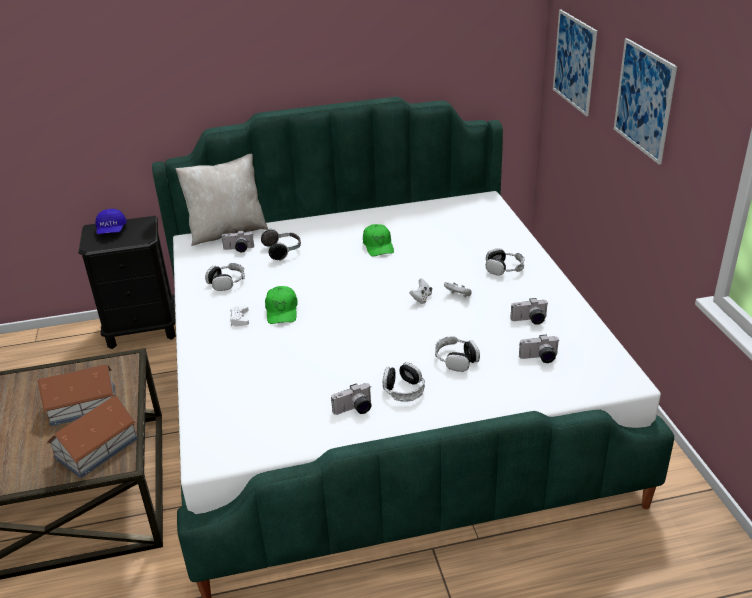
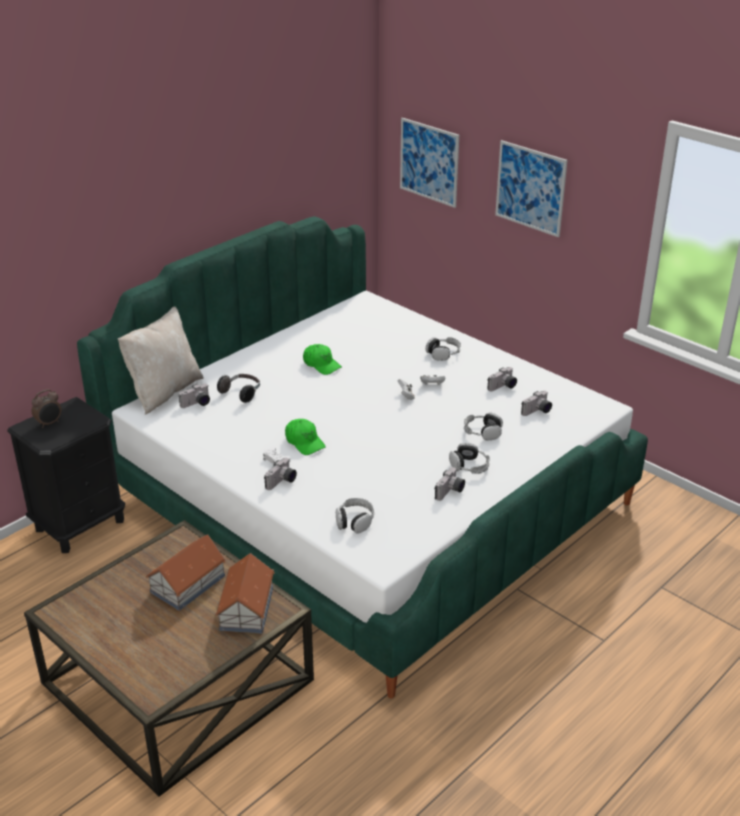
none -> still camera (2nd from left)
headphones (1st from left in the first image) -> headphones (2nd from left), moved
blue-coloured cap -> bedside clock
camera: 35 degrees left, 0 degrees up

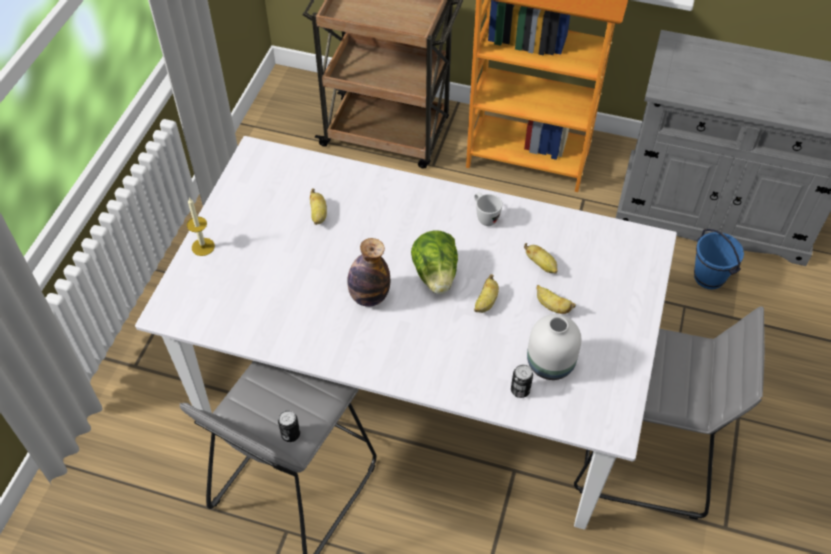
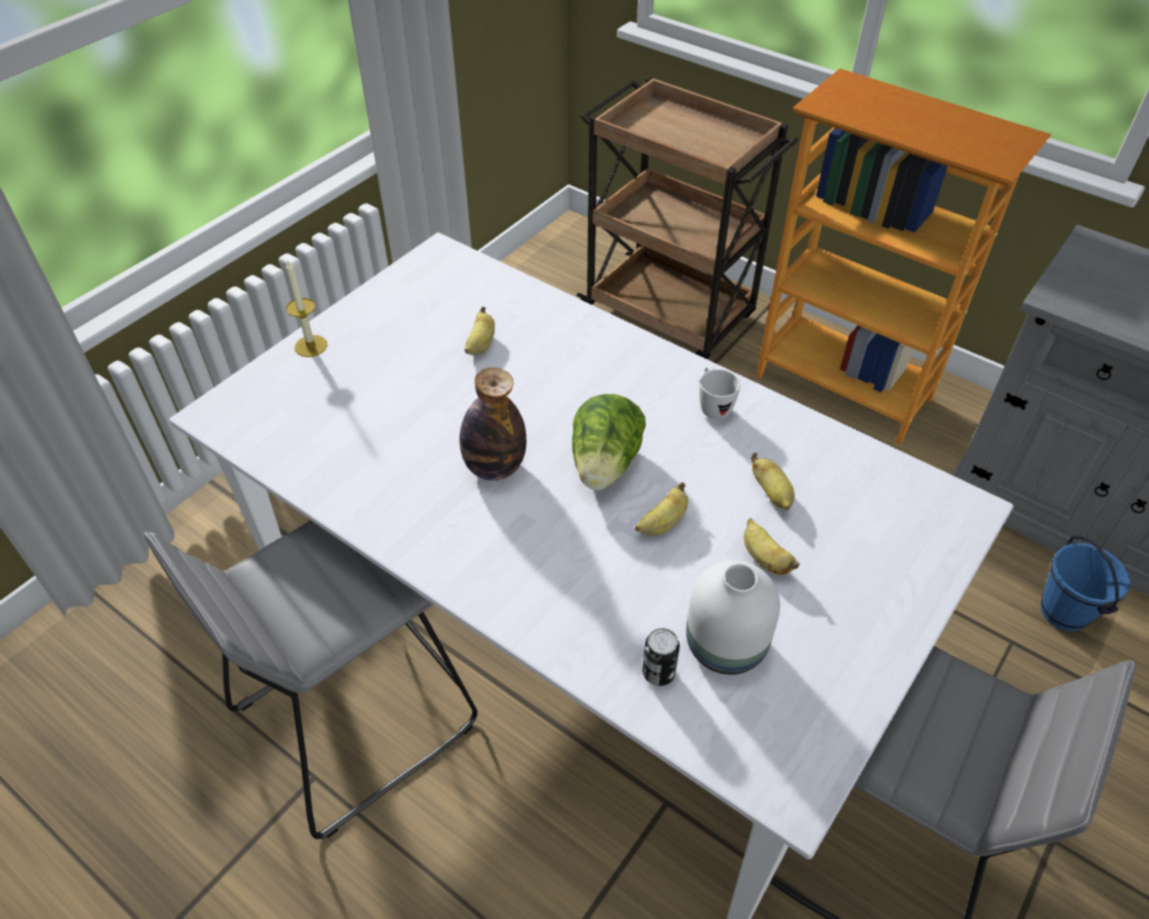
metal can (1st from left) -> none
camera: 20 degrees right, 5 degrees down

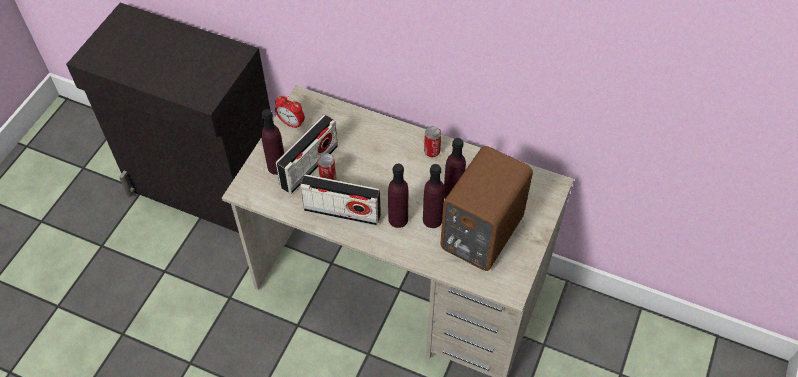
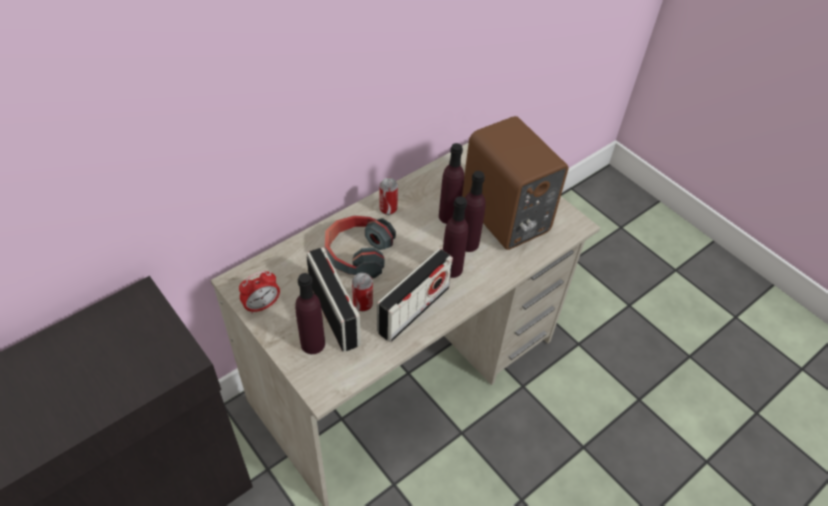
none -> headphones
camera: 65 degrees left, 5 degrees down

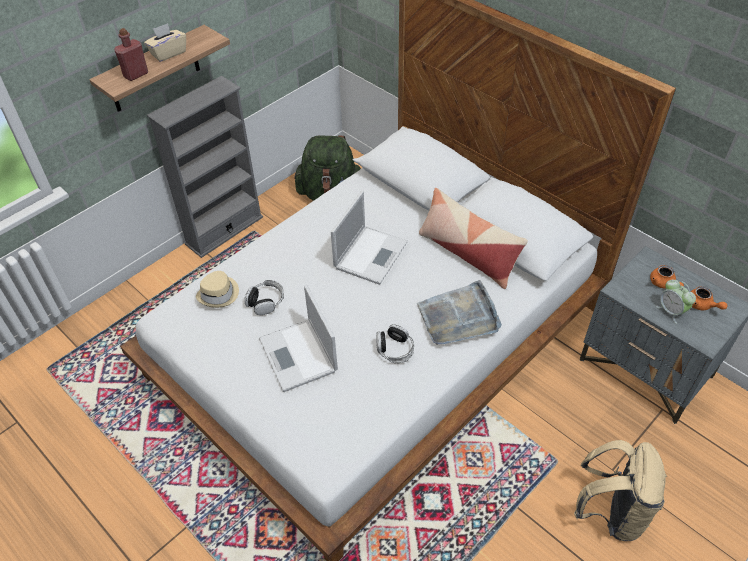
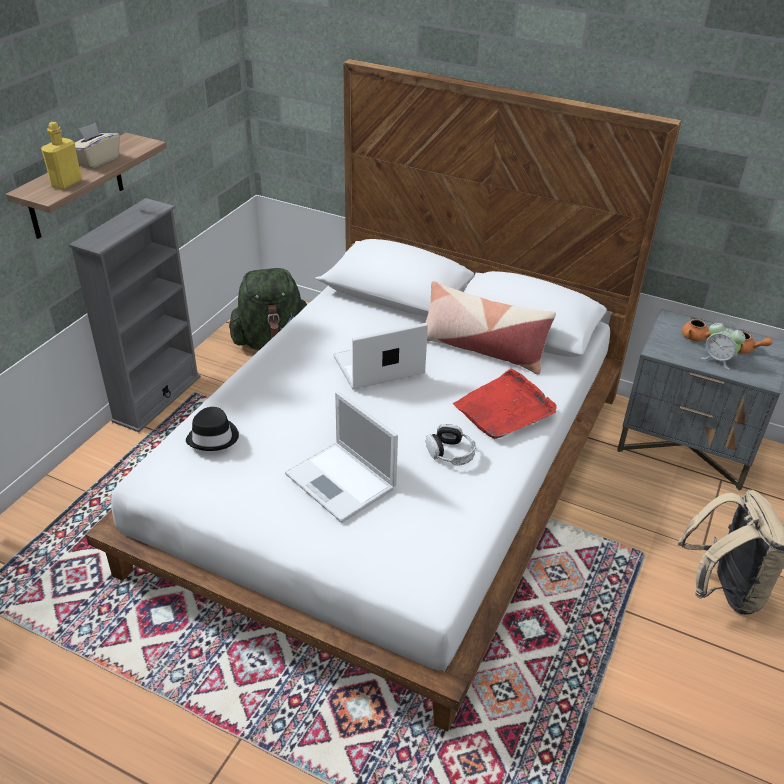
headphones (1st from left) -> none
red drink bottle -> yellow drink bottle
beige hat -> black-coloured hat
grey serving tray -> red serving tray
notebook computer (2nd from left), 120 degrees counterclockwise
camera: 20 degrees left, 10 degrees down

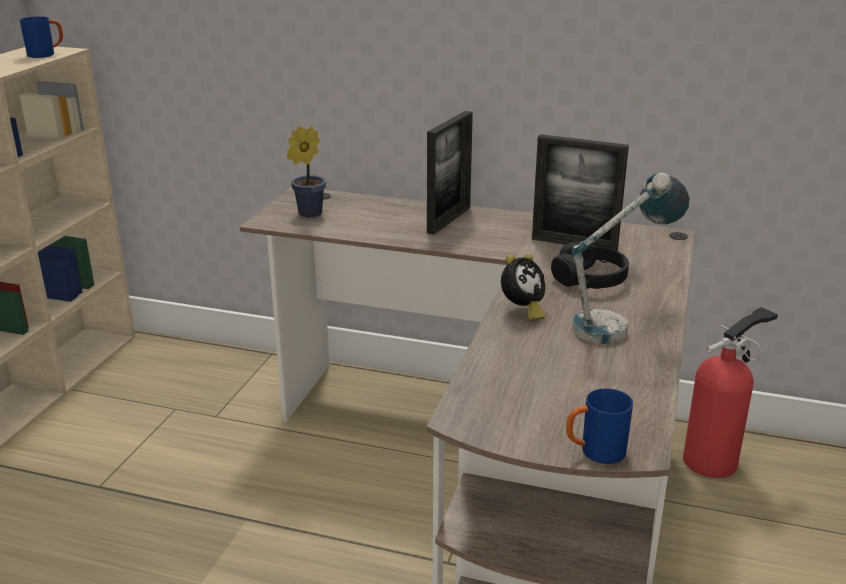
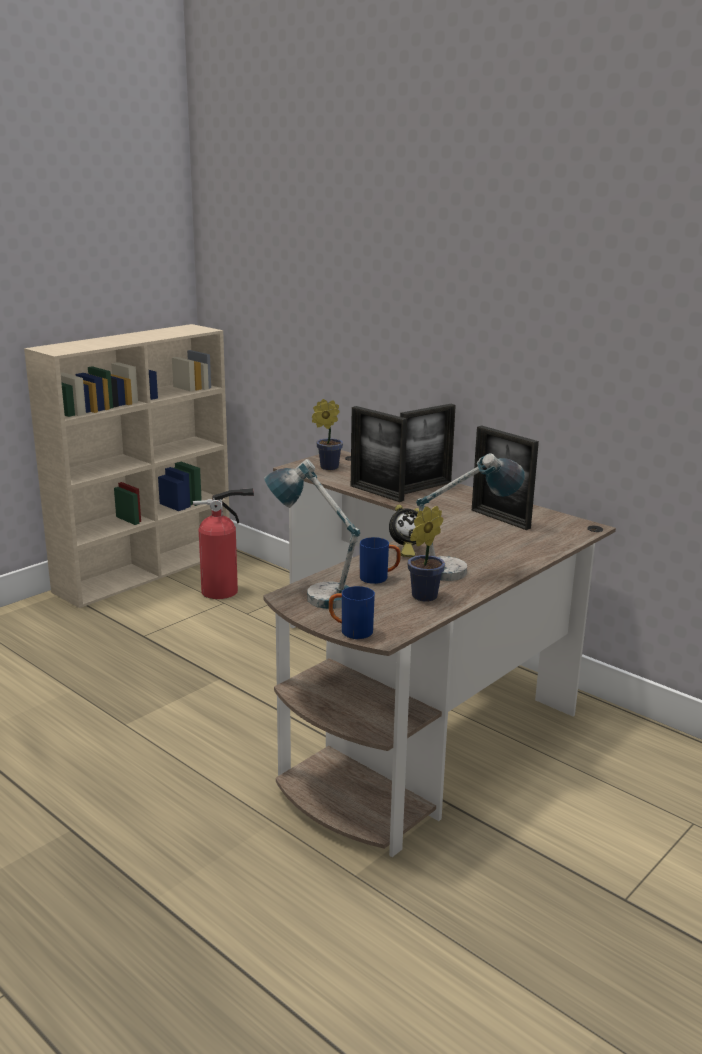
black-coloured headphones -> none
none -> lamp for a table (1st from left)
none -> standing frame (1st from left)
none -> potted plant (2nd from left)
blue-coloured mug (1st from left in the first image) -> blue-coloured mug (2nd from left), moved
fire-fighting cylinder, moved
camera: 25 degrees right, 5 degrees down

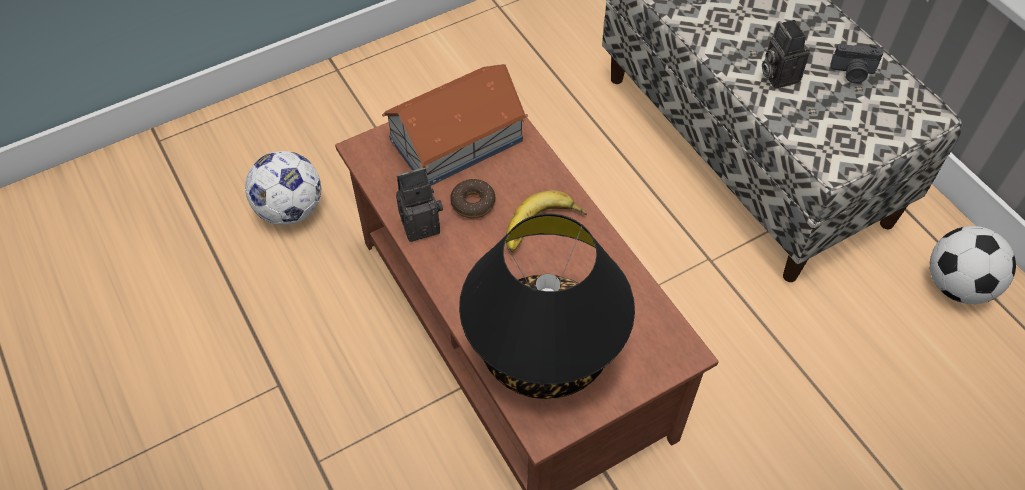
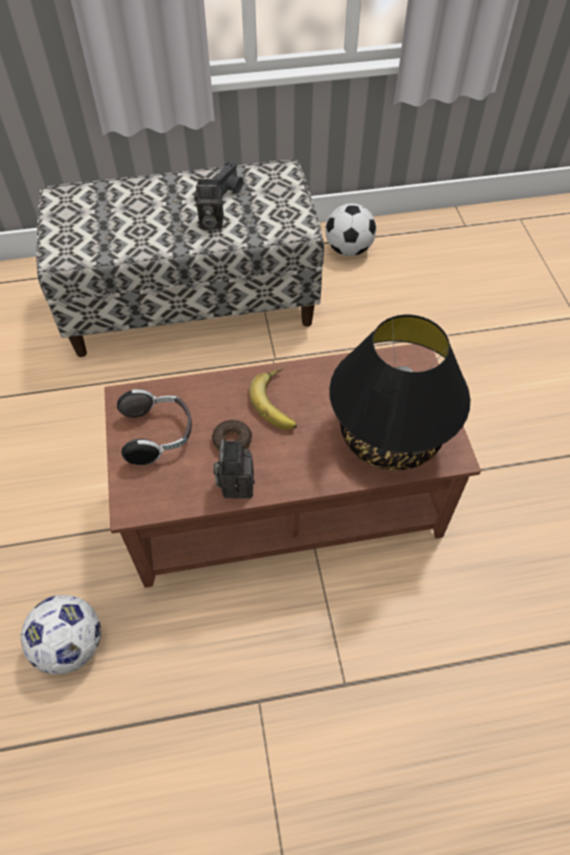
miniature house -> headphones
camera: 70 degrees left, 0 degrees up

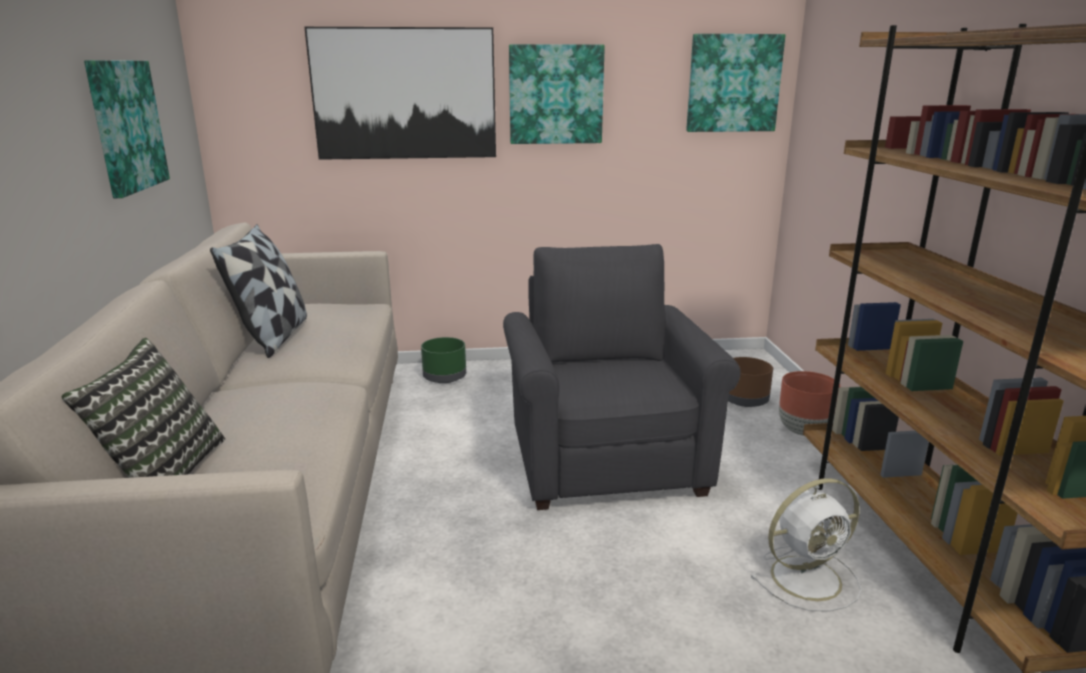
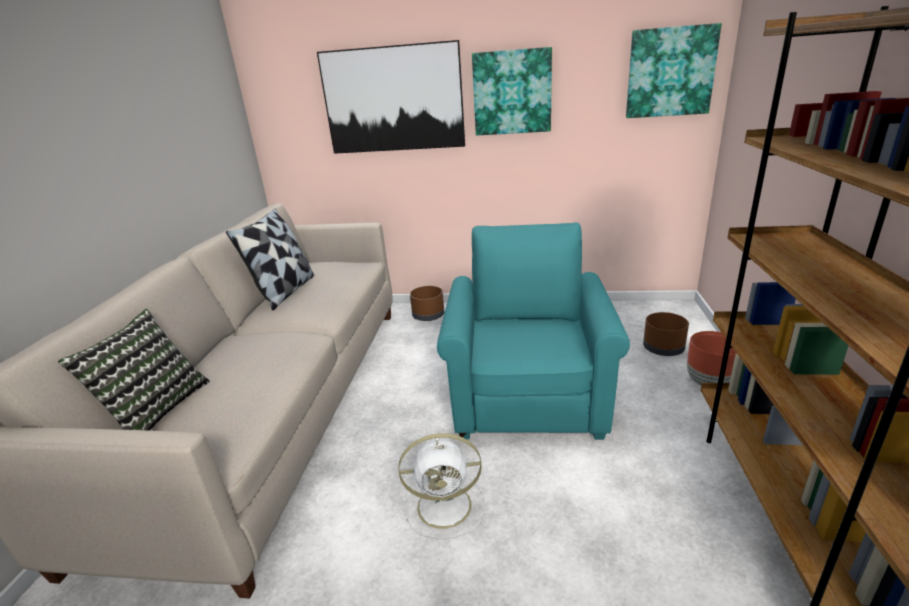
wall picture (1st from left) -> none
white cooling fan, moved
greenish plant pot -> brown-coloured plant pot (1st from left)
grey armchair -> turquoise-coloured armchair
camera: 15 degrees right, 5 degrees up

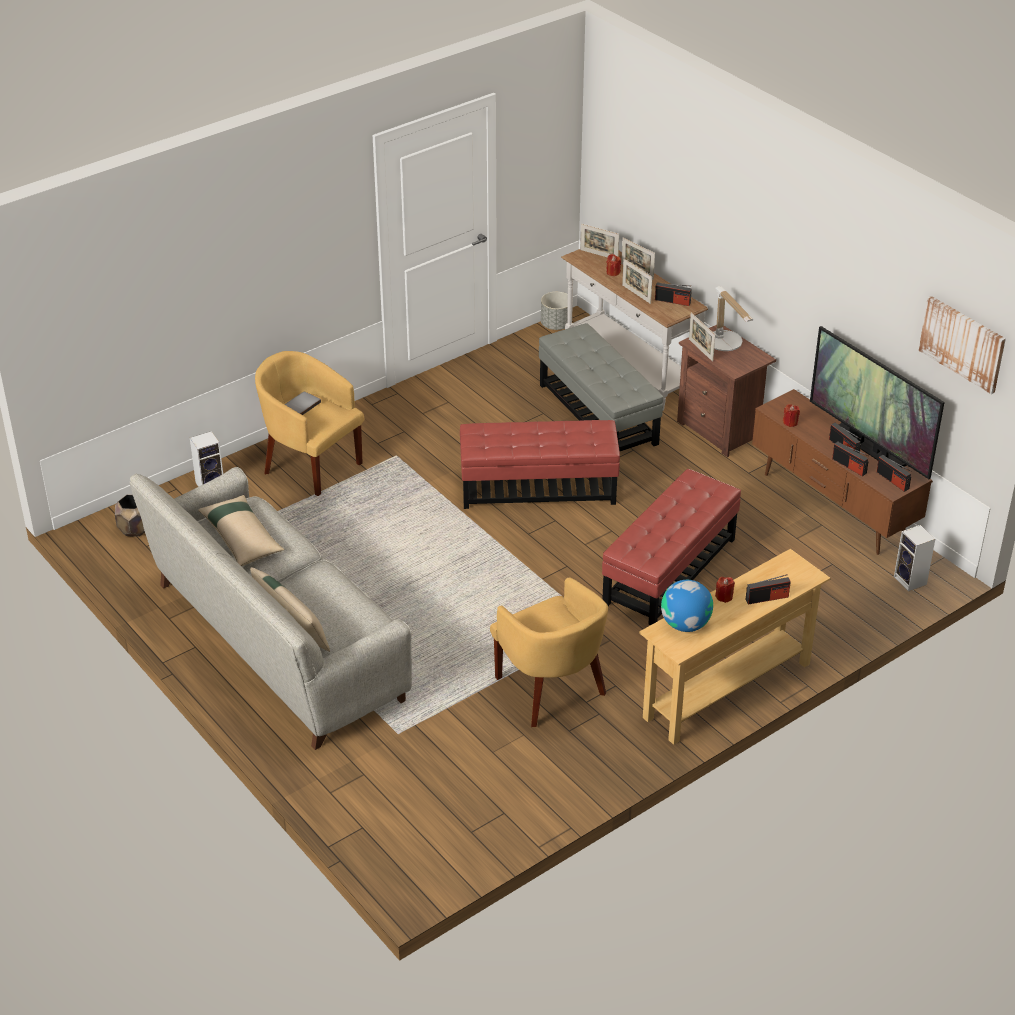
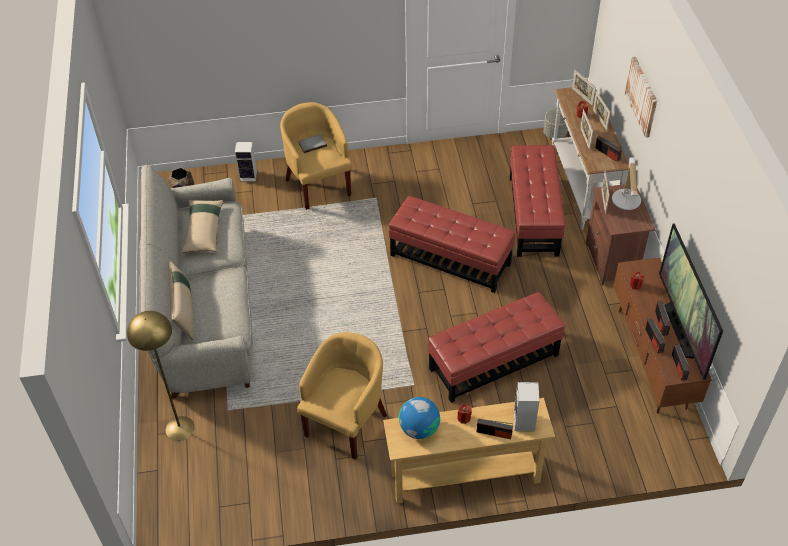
none -> yellow standard lamp
speaker (2nd from left), moved
wall picture, moved
grey footrest -> red footrest (3rd from left)
yellow armchair (2nd from left), 150 degrees counterclockwise
camera: 30 degrees right, 10 degrees up

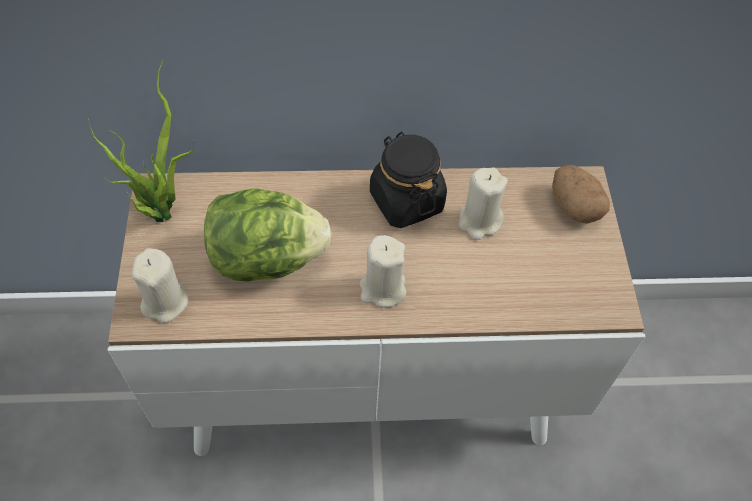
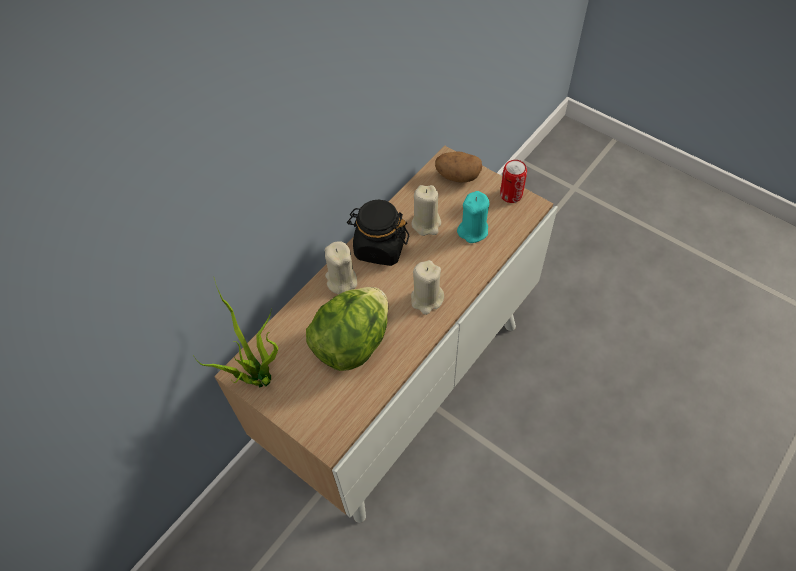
none -> turquoise-coloured wax candle
none -> metal can
beige wax candle (1st from left), moved
camera: 45 degrees left, 0 degrees up

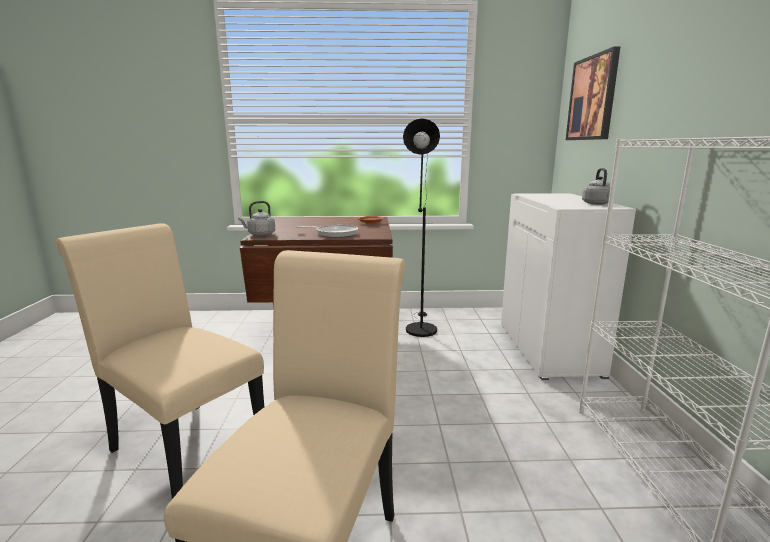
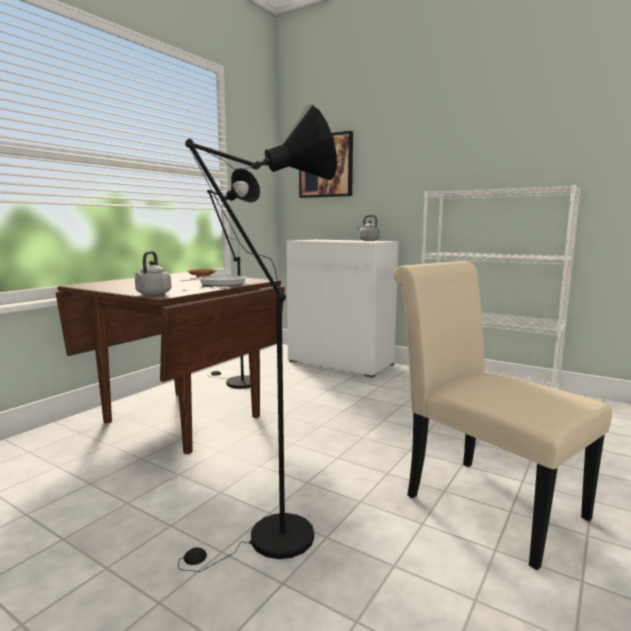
beige plain chair (1st from left) -> black-coloured standard lamp (2nd from left)
camera: 55 degrees left, 5 degrees down

